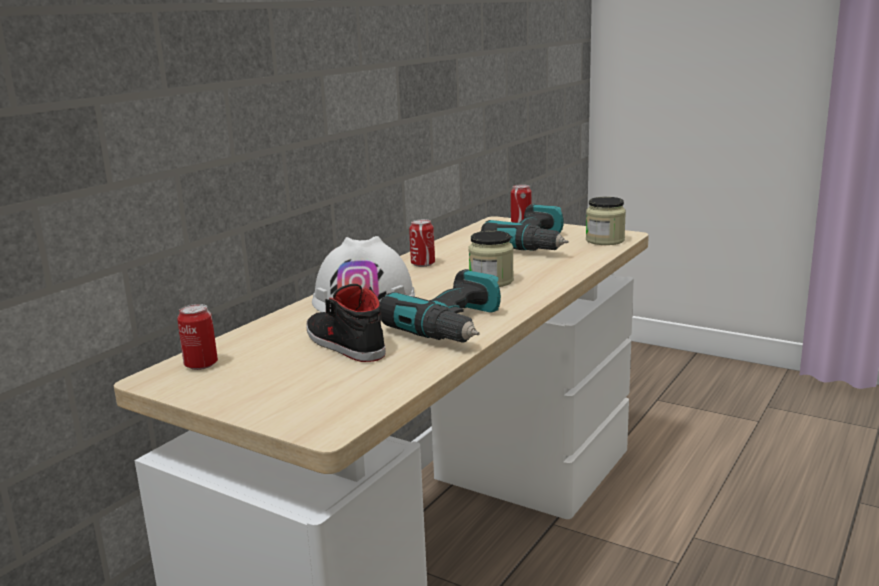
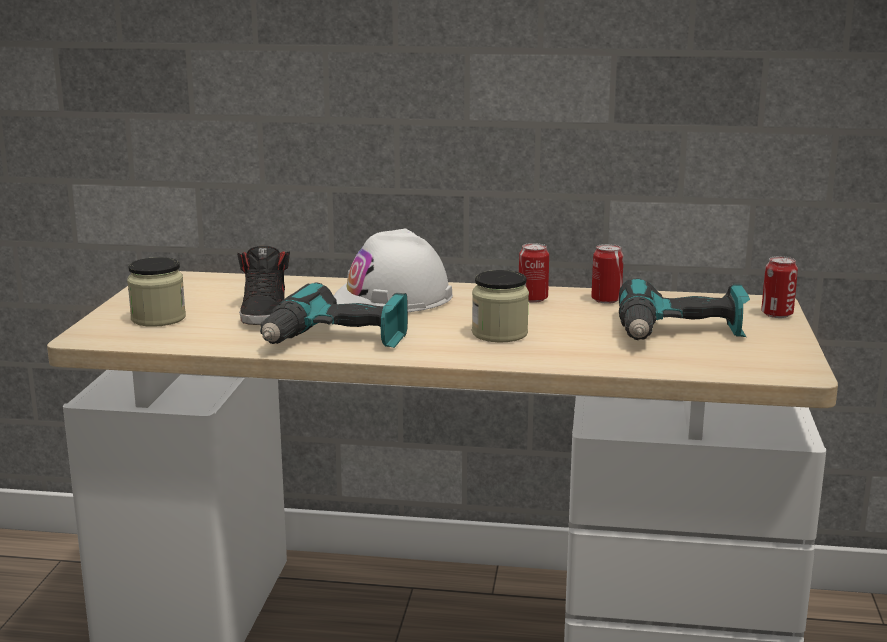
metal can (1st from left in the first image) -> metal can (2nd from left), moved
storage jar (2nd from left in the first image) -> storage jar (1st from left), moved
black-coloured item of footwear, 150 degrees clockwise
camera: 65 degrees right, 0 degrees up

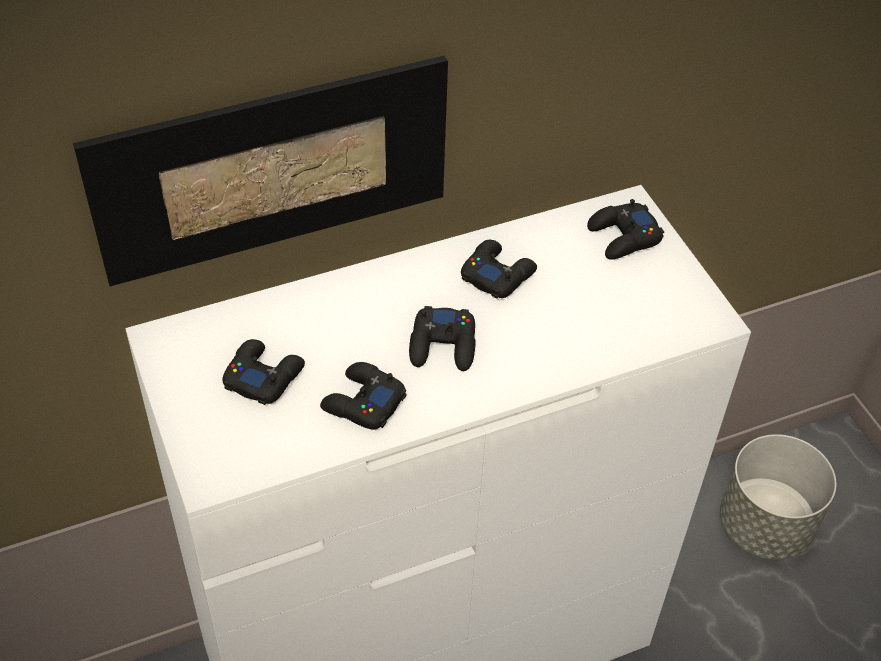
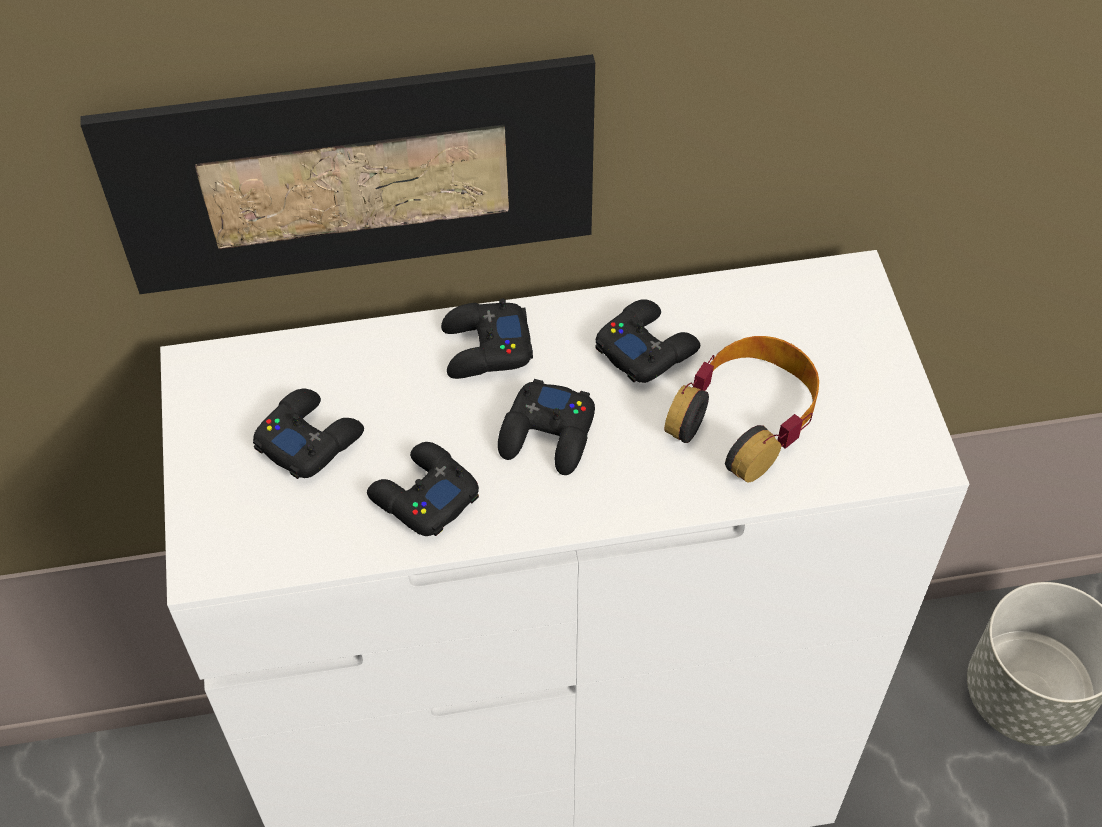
none -> headphones
black-coloured joypad (5th from left in the first image) -> black-coloured joypad (3rd from left), moved
camera: 15 degrees right, 5 degrees up

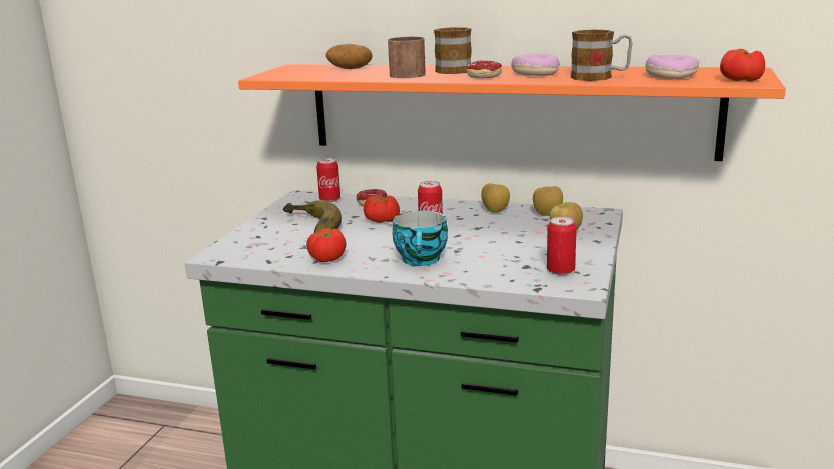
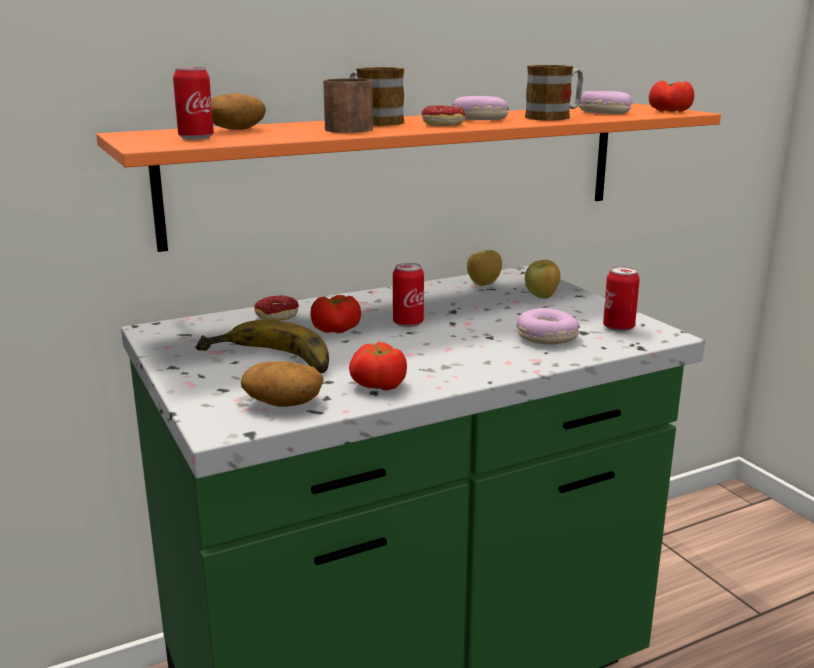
small cup -> none
apple fruit (1st from left) -> none
none -> whole potato (2nd from left)
none -> ring doughnut (4th from left)
metal can (1st from left), moved
camera: 45 degrees left, 0 degrees up

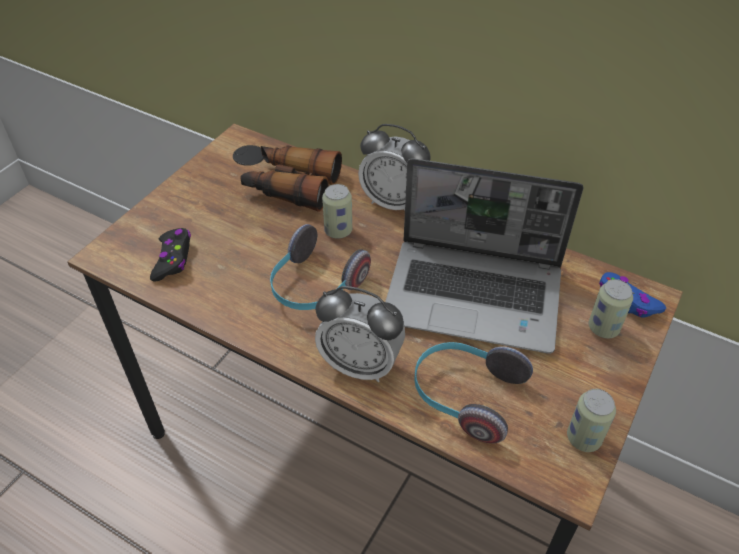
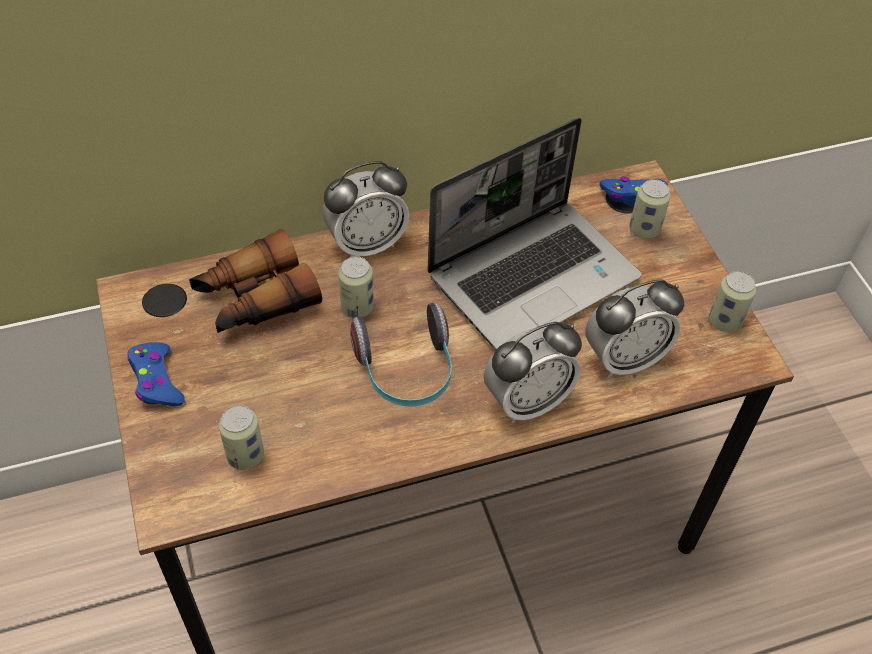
none -> blue-coloured joypad (1st from left)
black-coloured joypad -> metal can (1st from left)
headphones (2nd from left) -> bedside clock (3rd from left)
camera: 50 degrees left, 5 degrees up

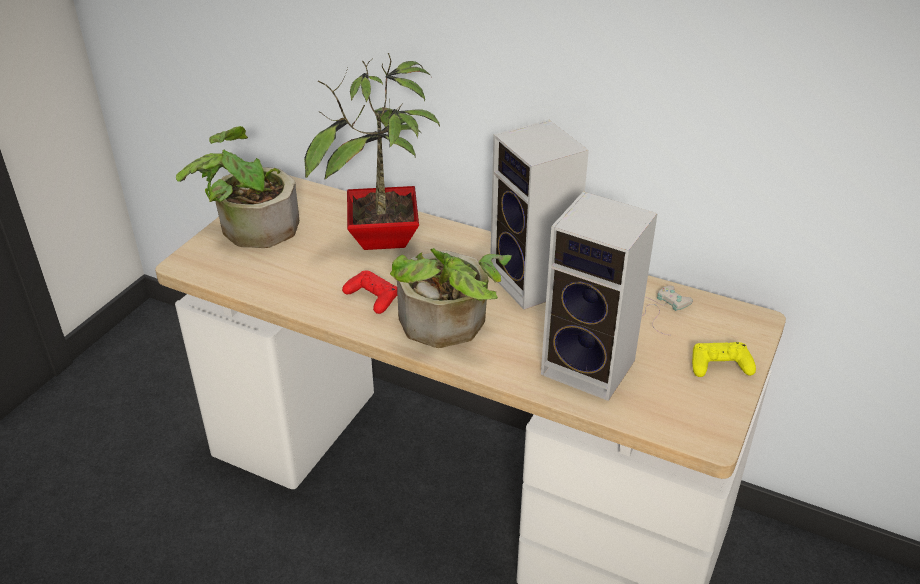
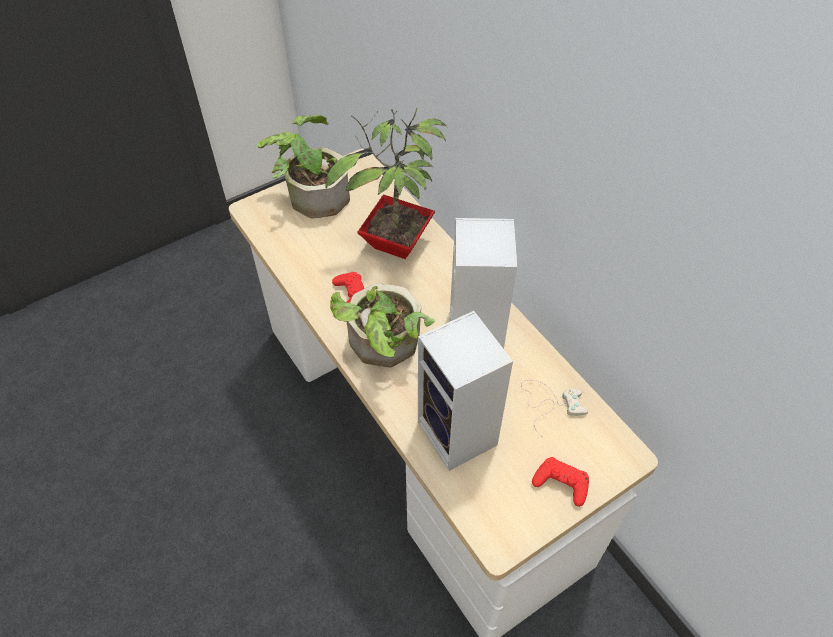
yellow joypad -> red joypad (2nd from left)
camera: 30 degrees right, 15 degrees up

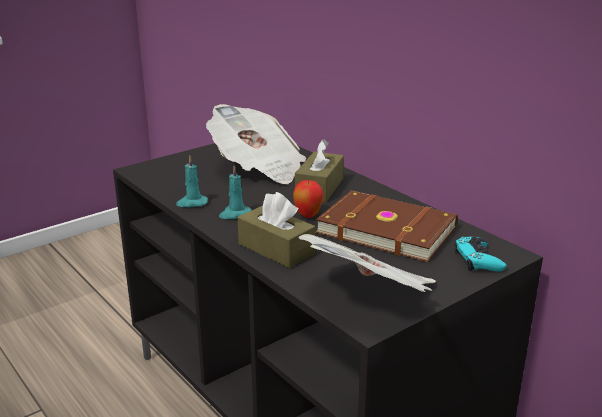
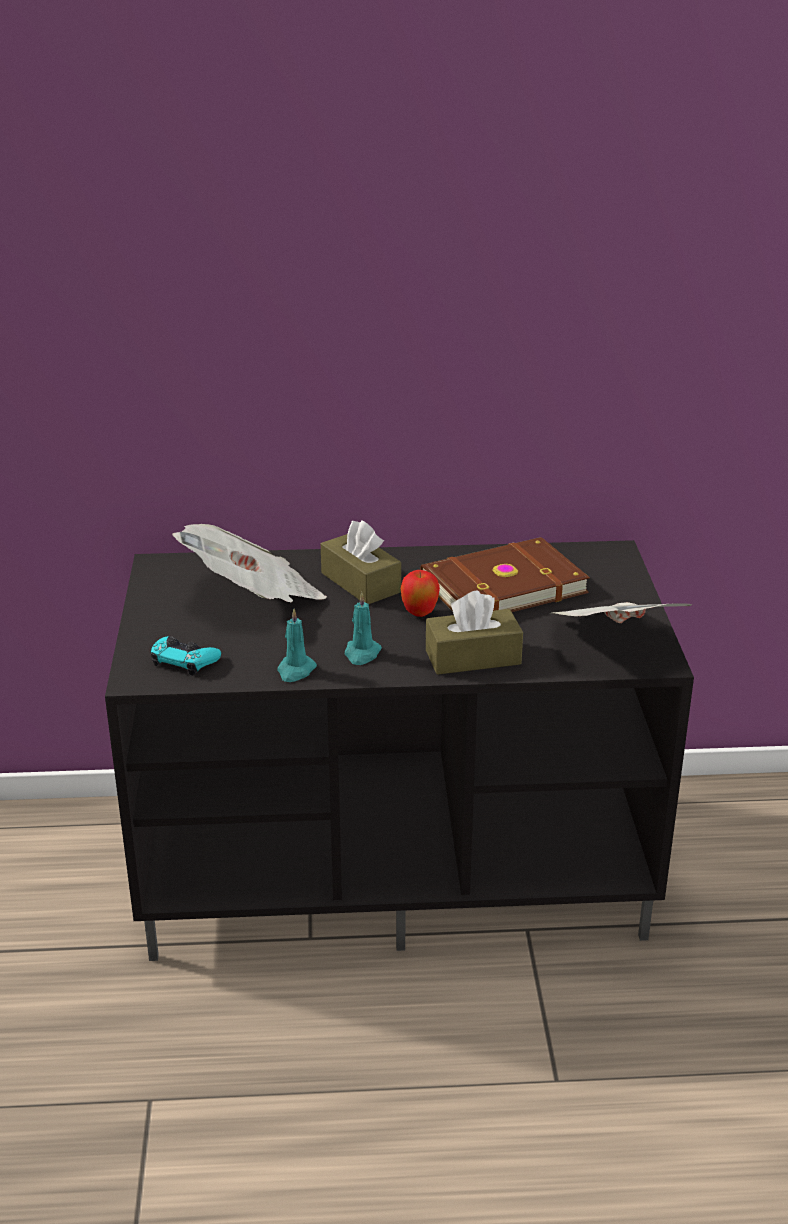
turquoise-coloured joypad, moved
camera: 55 degrees left, 5 degrees up

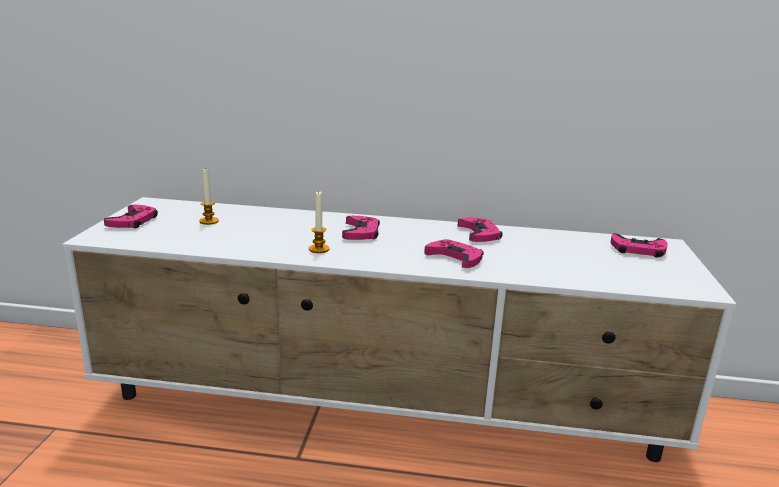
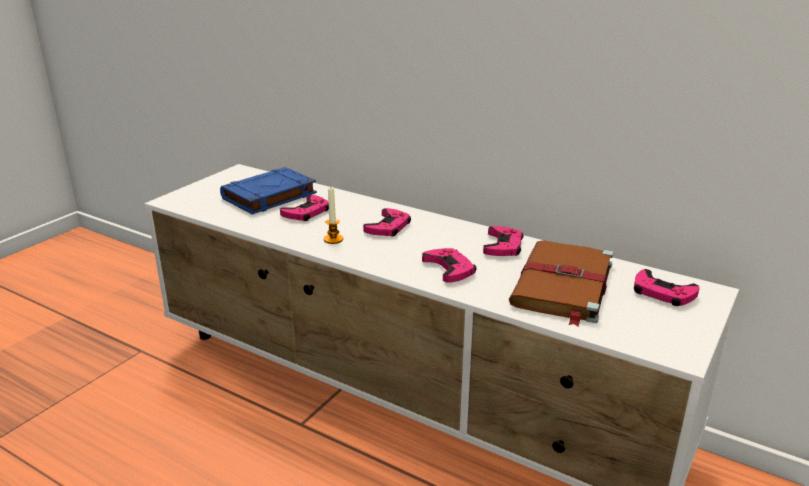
none -> brown-coloured book
pink-coloured joypad (1st from left), moved
wax candle (1st from left) -> blue-coloured book
camera: 25 degrees right, 5 degrees up

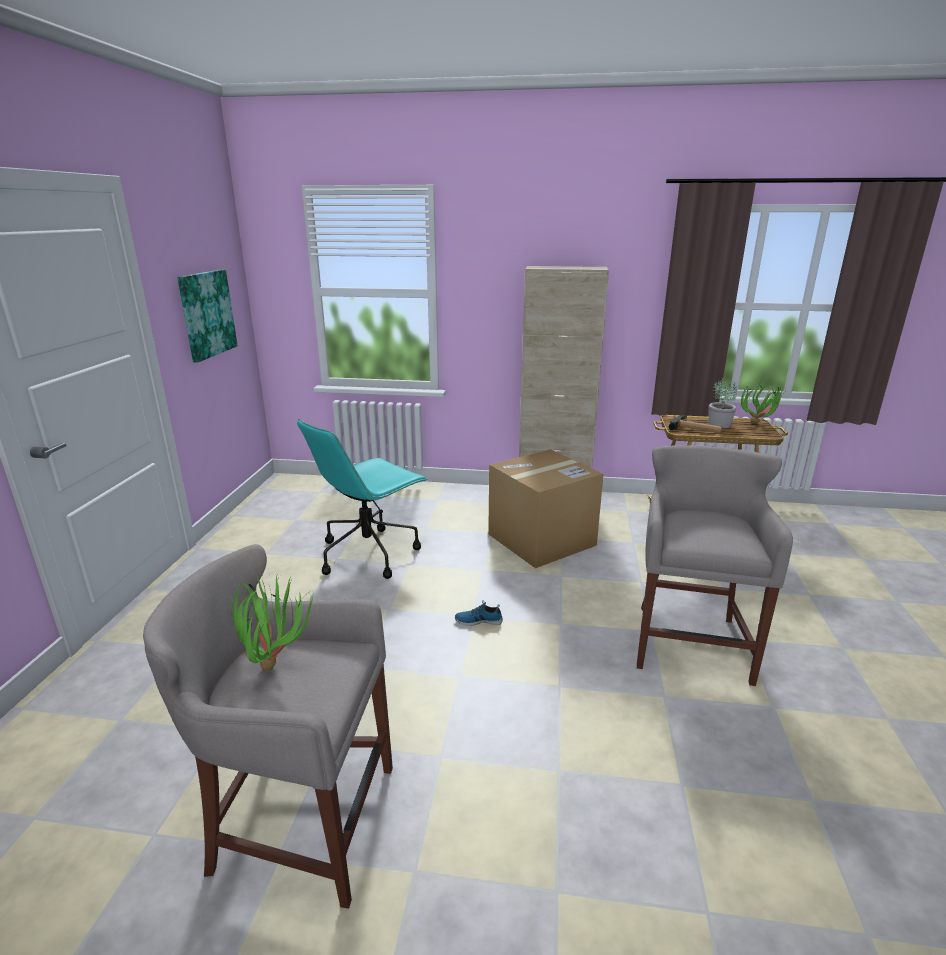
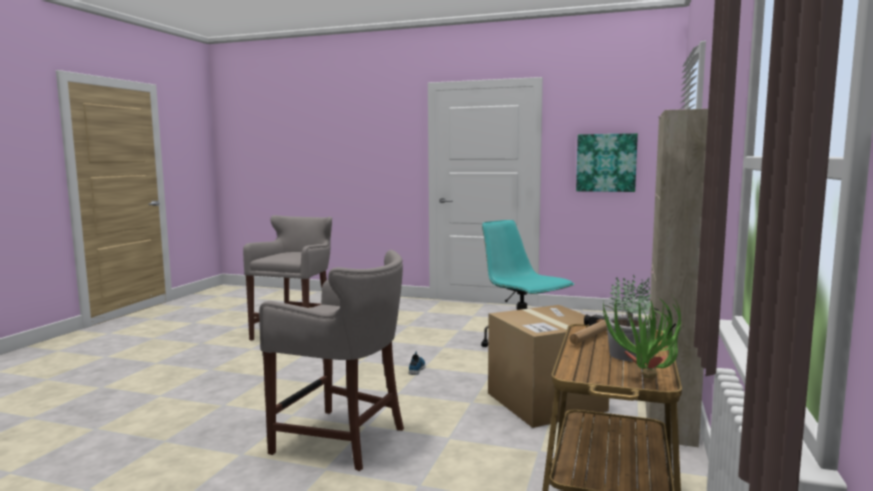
potted plant (1st from left) -> none
camera: 100 degrees right, 15 degrees down

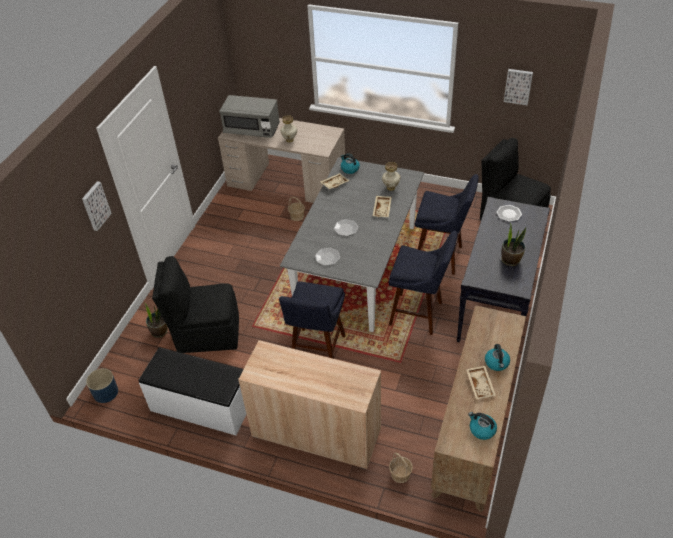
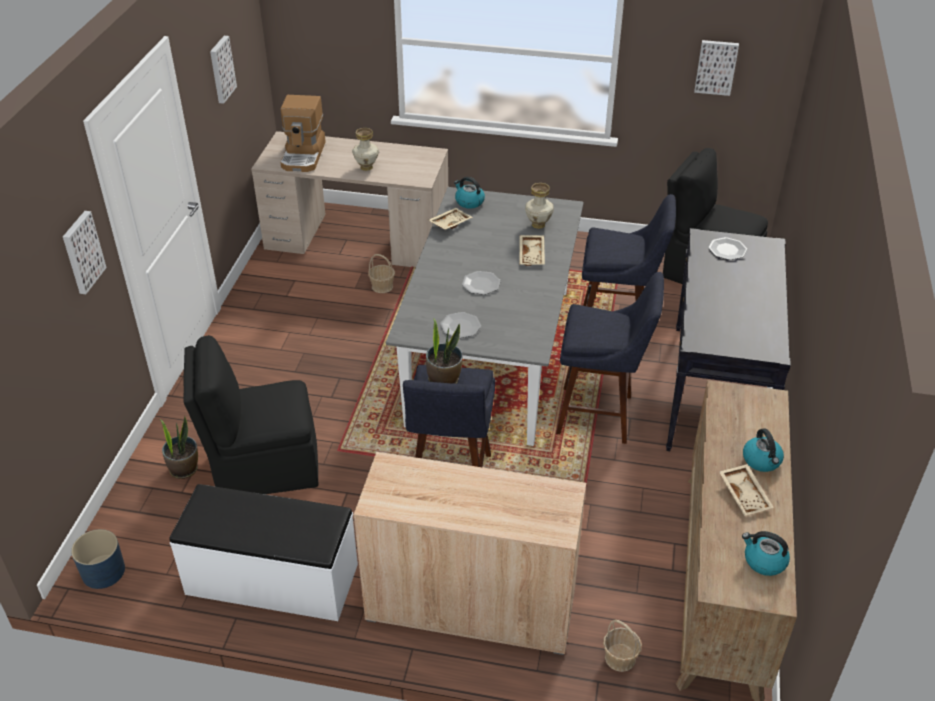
none -> wall picture (2nd from left)
potted plant (2nd from left), moved
grey microwave oven -> coffee maker
camera: 10 degrees left, 5 degrees down

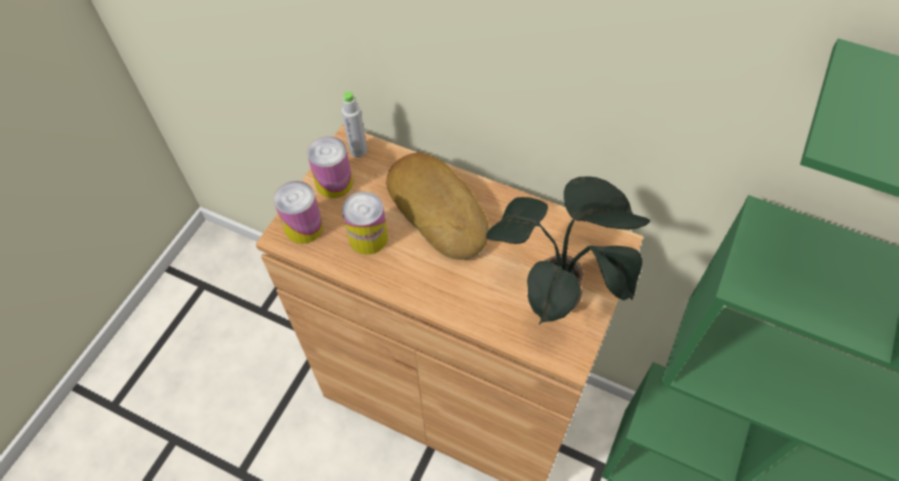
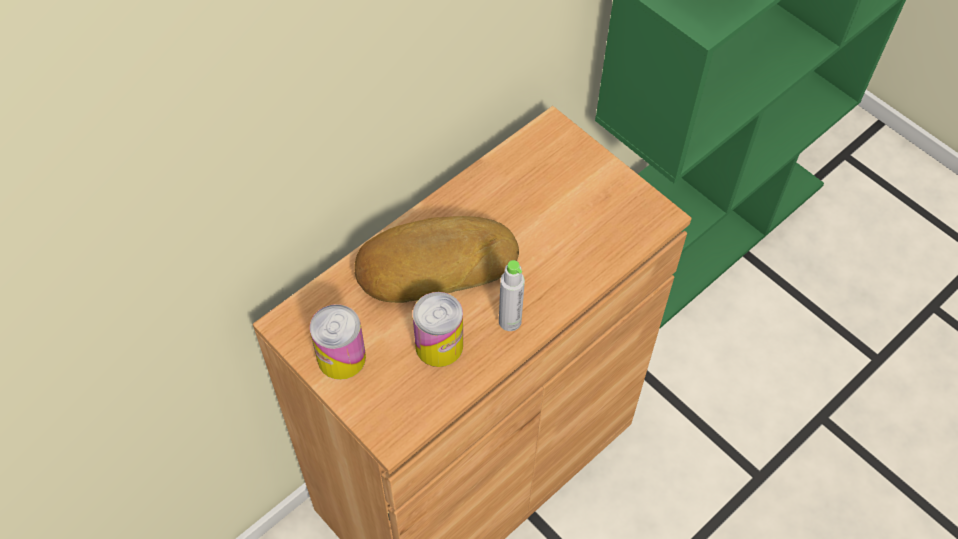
metal can (1st from left) -> none
potted plant -> none
grey drink bottle, moved
camera: 70 degrees left, 0 degrees up

